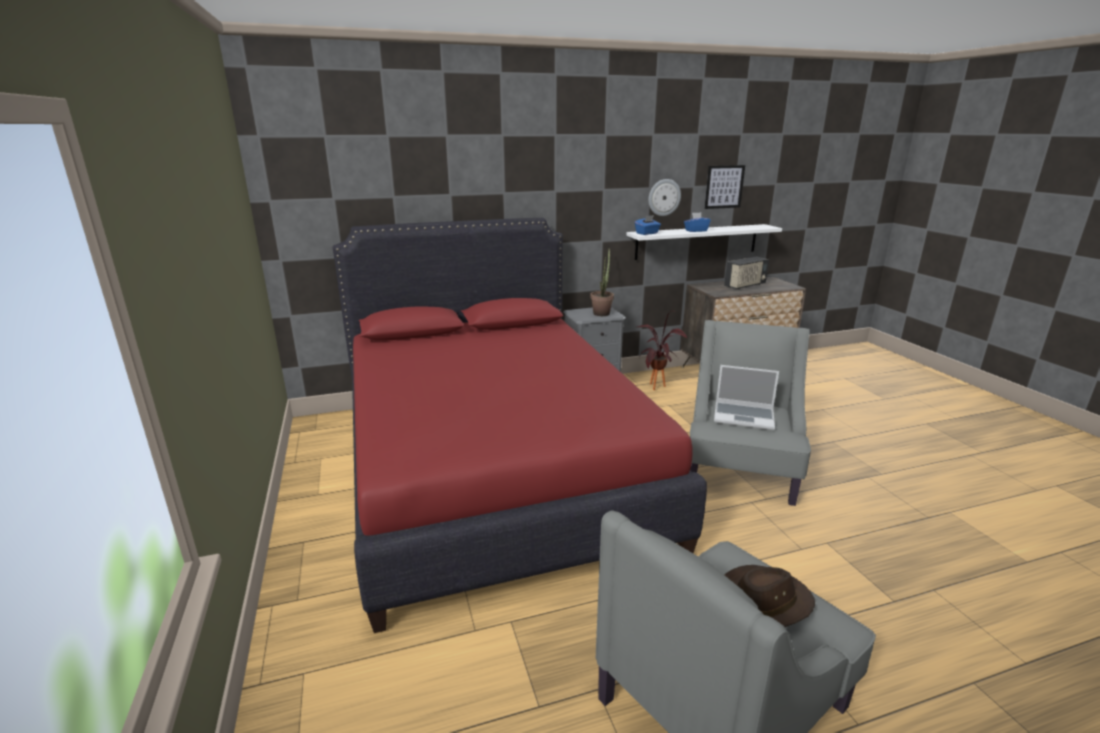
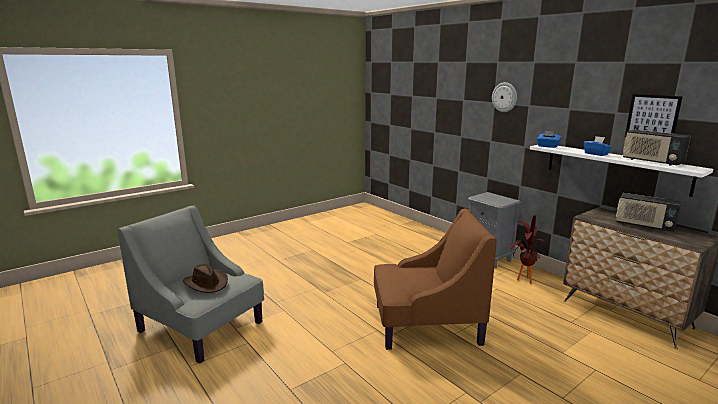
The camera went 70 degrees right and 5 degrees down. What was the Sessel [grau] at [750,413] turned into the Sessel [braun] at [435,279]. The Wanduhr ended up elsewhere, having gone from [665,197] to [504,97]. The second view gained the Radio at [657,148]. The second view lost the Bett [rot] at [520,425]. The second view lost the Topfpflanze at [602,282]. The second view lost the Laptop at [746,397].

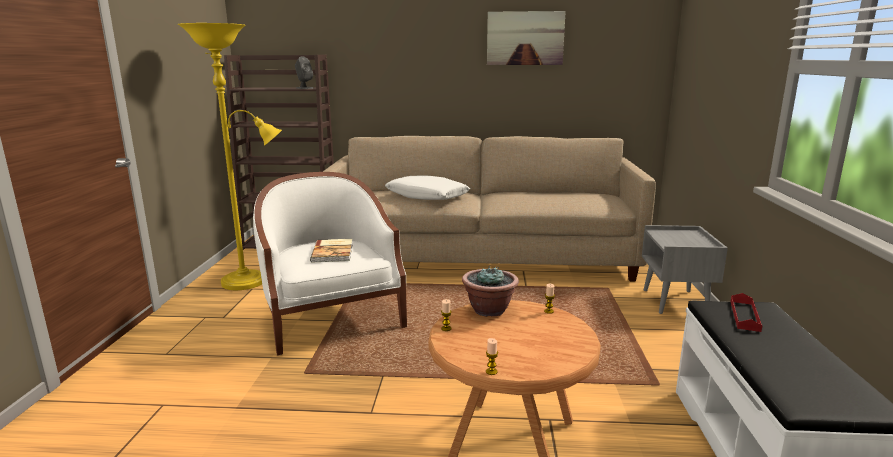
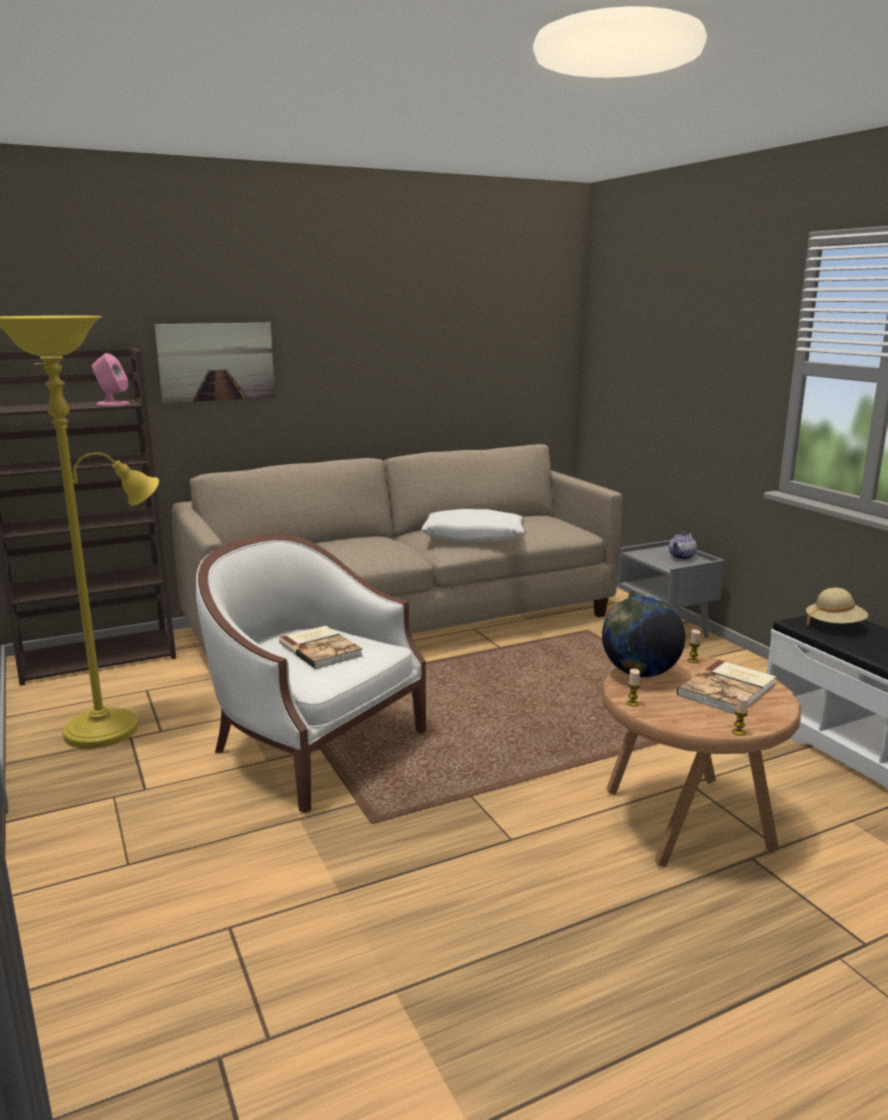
The camera went 30 degrees left and 0 degrees up. What was the Lautsprecher [grau] at [304,72] turned into the Lautsprecher [rosa] at [111,379]. The Bild ended up elsewhere, having gone from [526,38] to [215,363]. The Kissen [weiß] ended up elsewhere, having gone from [427,188] to [473,525]. Where the Topfpflanze stood at [490,291], the Globus came to stand at [643,636]. The second view gained the Teekanne at [683,546]. The second view gained the Buch at [726,687]. Where the Tablett [rot] stood at [746,312], the Hut [beige] came to stand at [837,607].

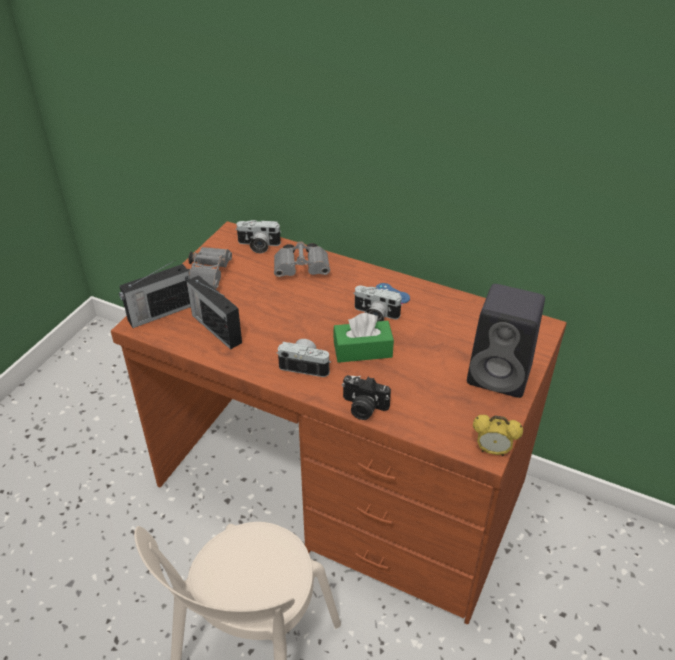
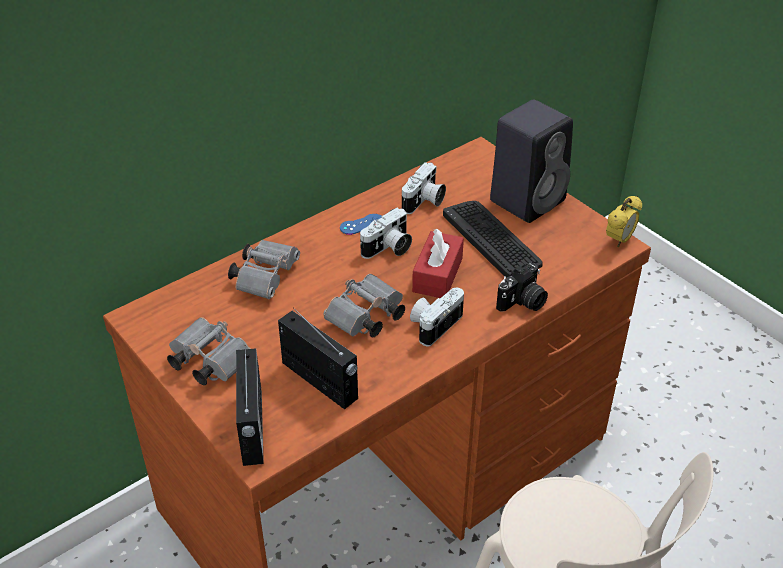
The camera went 65 degrees left and 0 degrees up. The Radio at [214,312] ended up facing another way, 120 degrees counterclockwise from before. The second view gained the Fernglas [grau] at [364,305]. The Kamera ended up elsewhere, having gone from [258,236] to [424,188]. What was the Taschentuchbox [grün] at [363,338] turned into the Taschentuchbox [rot] at [438,263]. The second view gained the Tastatur at [493,239].

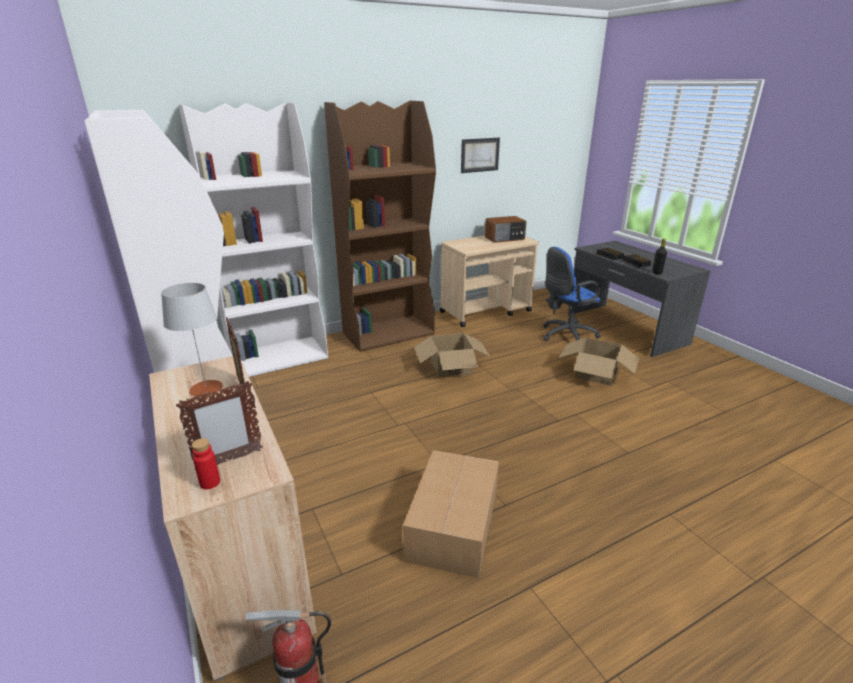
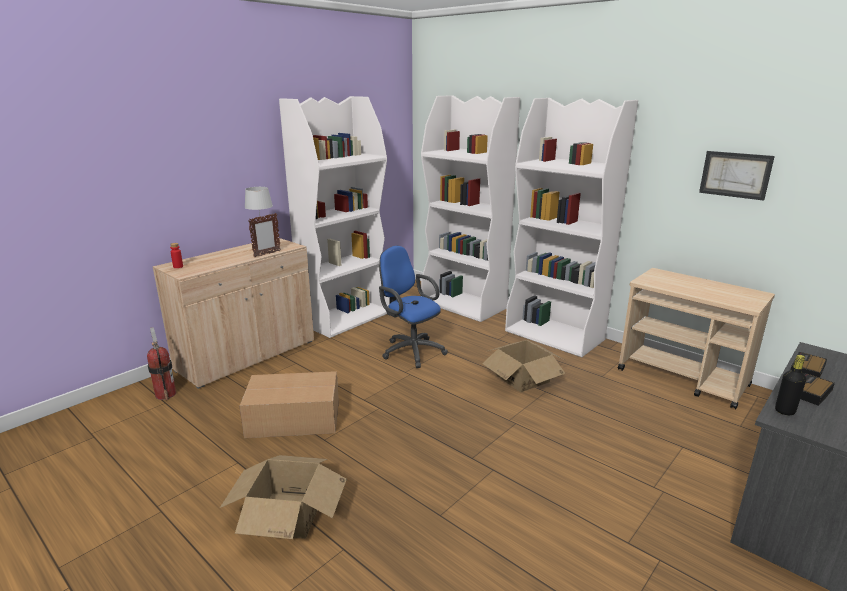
The camera went 70 degrees right and 5 degrees down. The Karton ended up elsewhere, having gone from [599,362] to [283,497]. The Bürostuhl [blau] ended up elsewhere, having gone from [572,294] to [413,306]. What was the Bücherregal [braun] at [380,226] turned into the Bücherregal [weiß] at [571,227]. The second view lost the Bilderrahmen at [219,425]. The second view lost the Radio at [505,229].

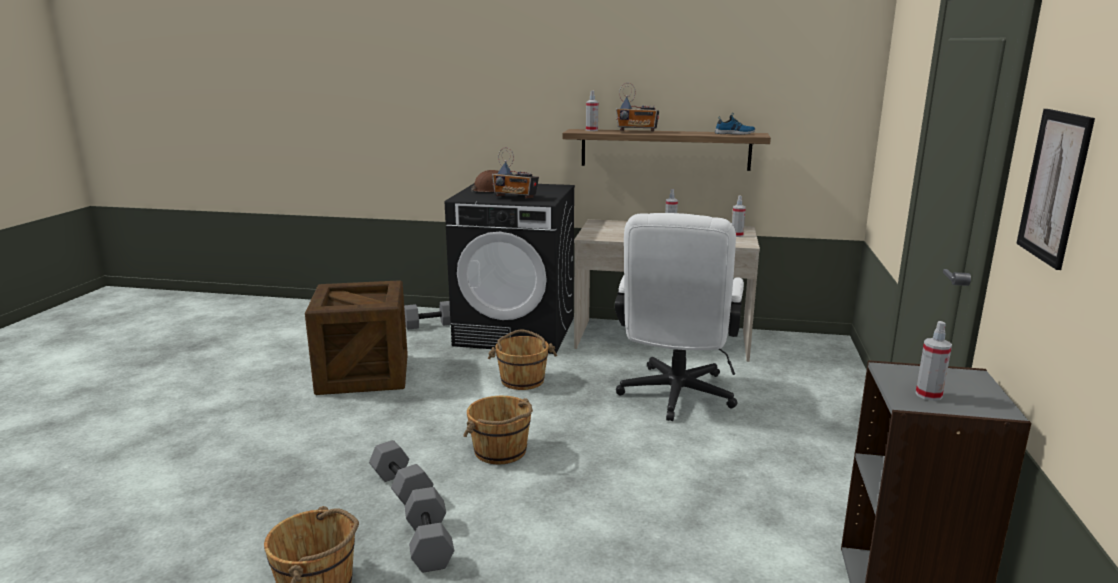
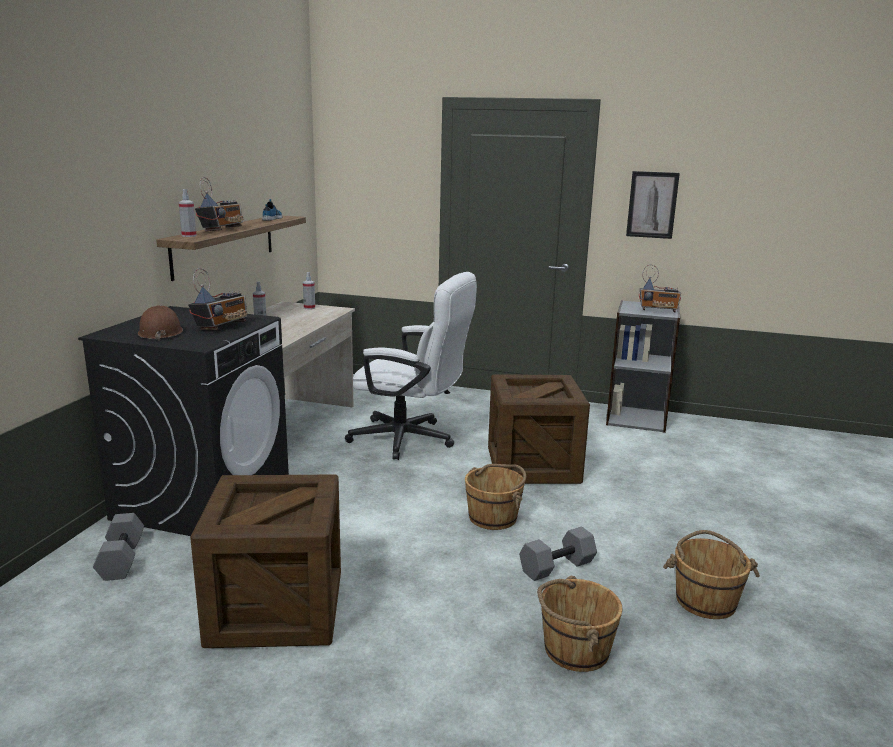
The camera went 85 degrees left and 0 degrees up. The second view gained the Kiste at [539,429]. The Eimer [braun] ended up elsewhere, having gone from [522,359] to [580,624]. Where the Sprühflasche stood at [934,361], the Radio came to stand at [660,288]. The second view lost the Hantel [grau] at [429,530].

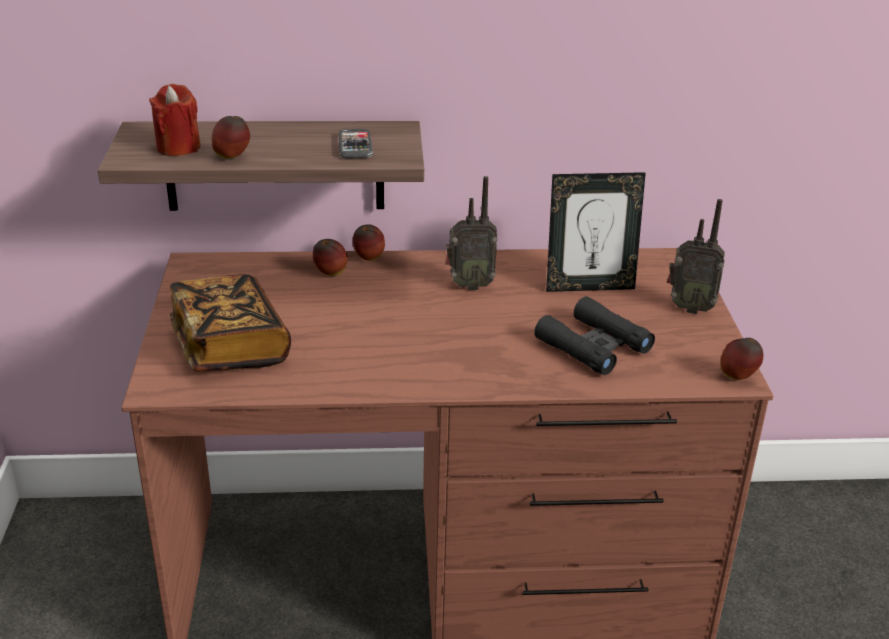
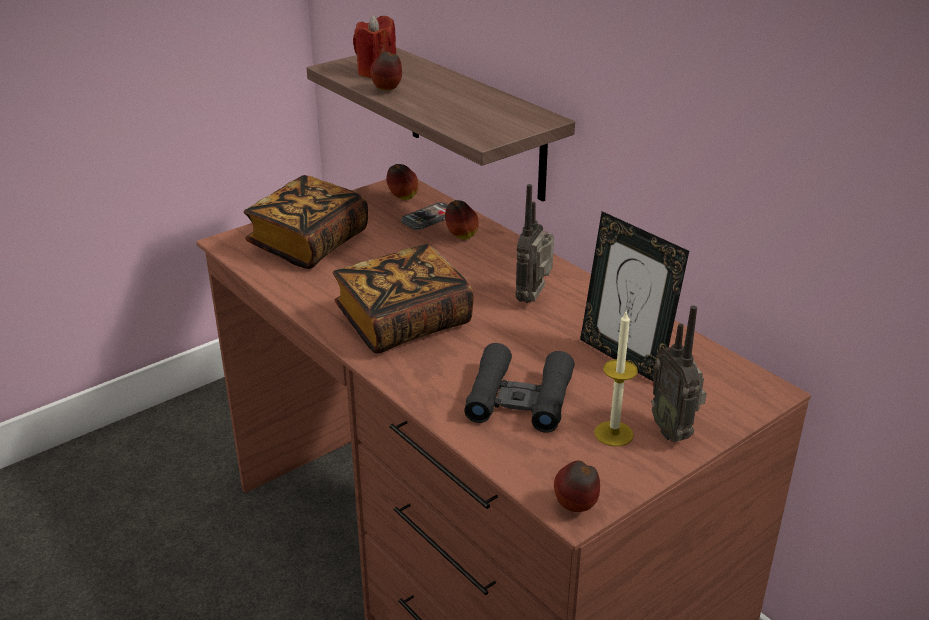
The camera went 55 degrees right and 0 degrees up. The second view gained the Buch at [403,298]. The Apfel ended up elsewhere, having gone from [369,242] to [402,182]. The Handy ended up elsewhere, having gone from [355,144] to [424,216]. The Radio at [471,233] ended up facing another way, 60 degrees clockwise from before. The second view gained the Kerze at [616,378].

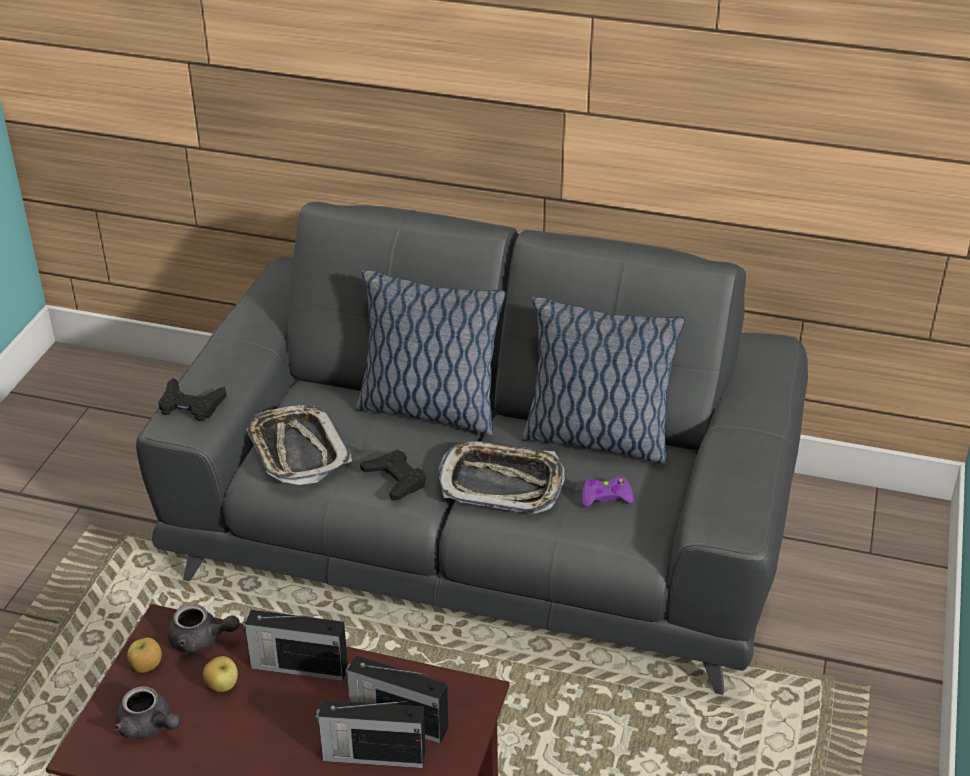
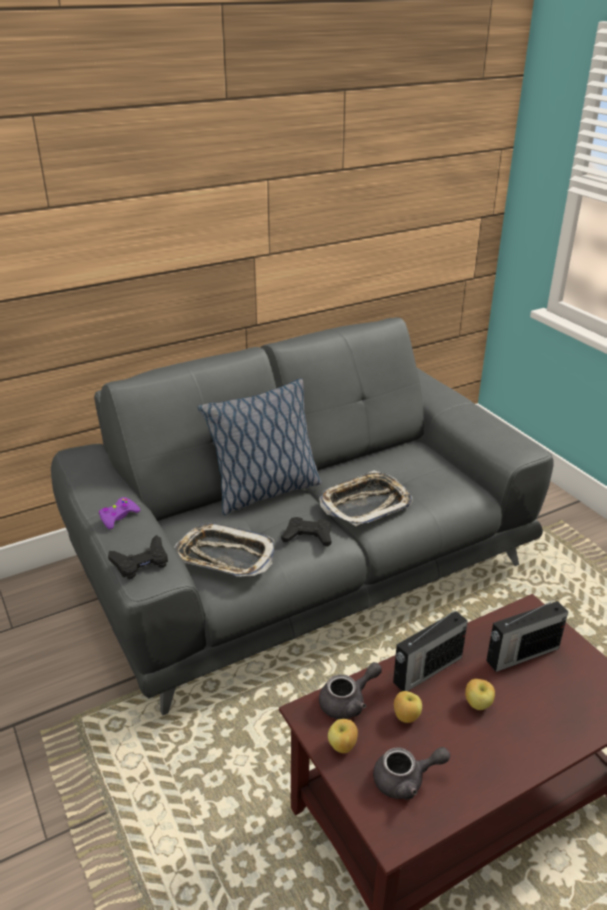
The camera went 45 degrees left and 5 degrees down. The Gamepad [lila] ended up elsewhere, having gone from [608,492] to [119,513]. The second view gained the Apfel at [480,694]. The second view lost the Radio at [370,734]. The second view lost the Kissen at [603,380].

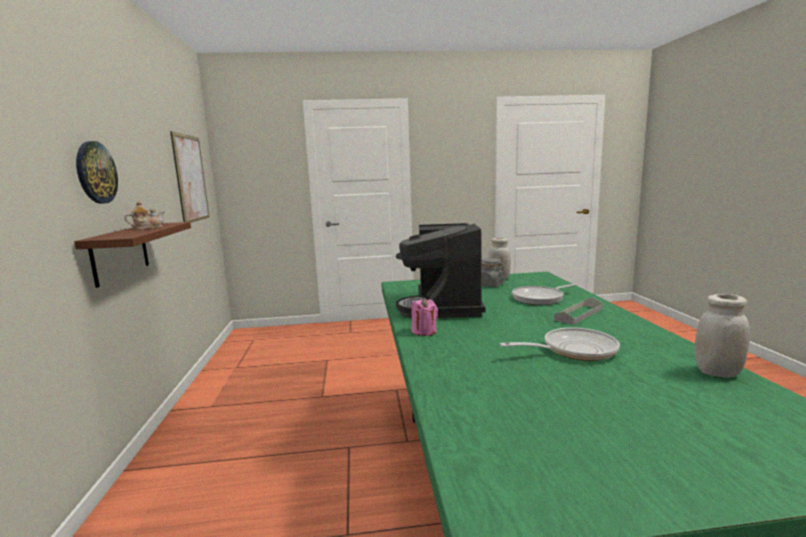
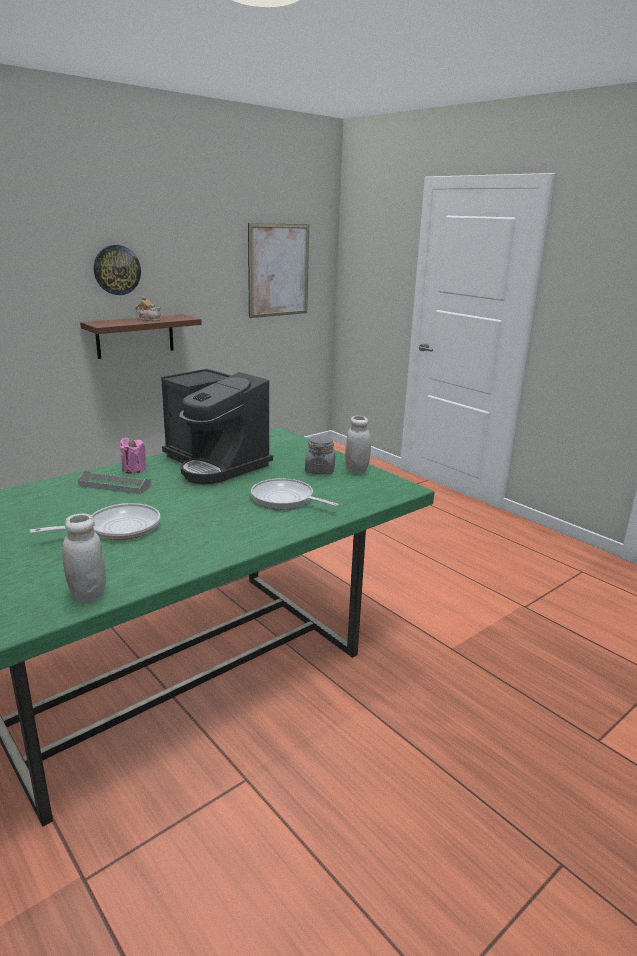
The camera went 55 degrees right and 10 degrees up. The Pfanne at [560,344] ended up facing another way, 75 degrees counterclockwise from before. The Tablett [grau] ended up elsewhere, having gone from [578,311] to [114,482]. The Kaffeemaschine at [440,270] ended up facing another way, 105 degrees counterclockwise from before.

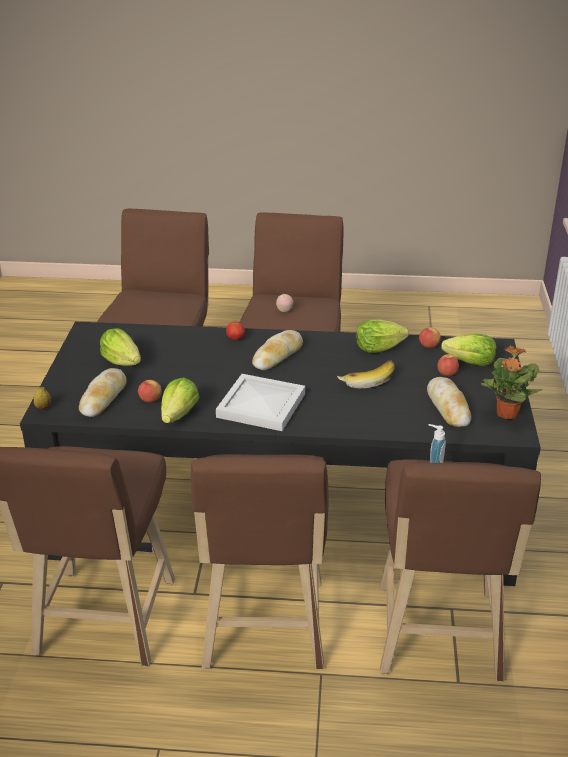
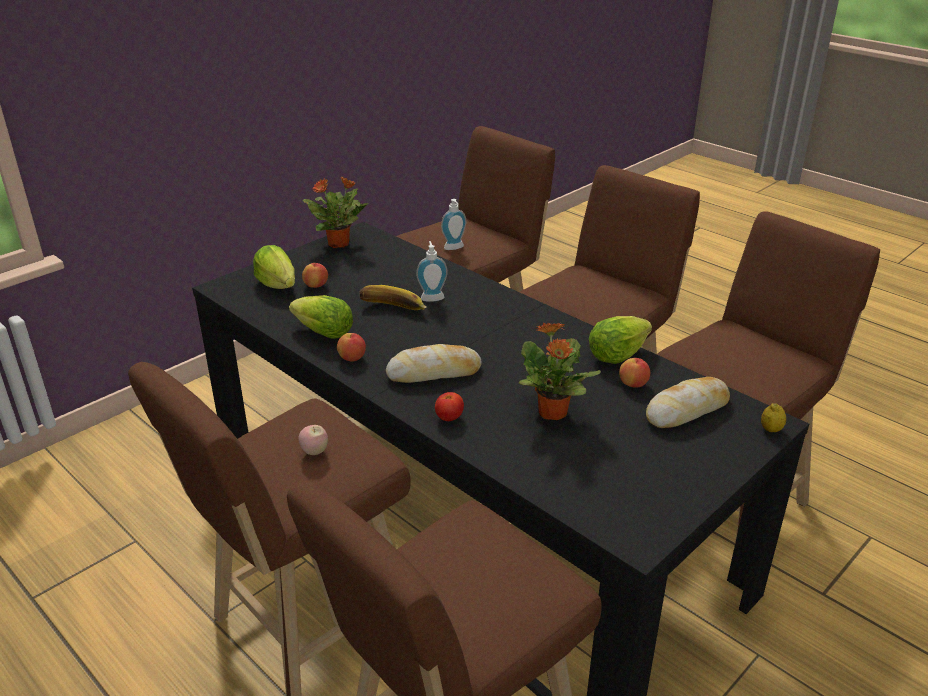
The camera went 140 degrees left and 0 degrees up. The Apfel ended up elsewhere, having gone from [430,337] to [351,347]. The second view gained the Seifenspender at [432,271]. The second view gained the Topfpflanze at [560,371]. The second view lost the Salatkopf at [120,347]. The second view lost the Tablett [weiß] at [260,402]. The second view lost the Brot at [449,402].

